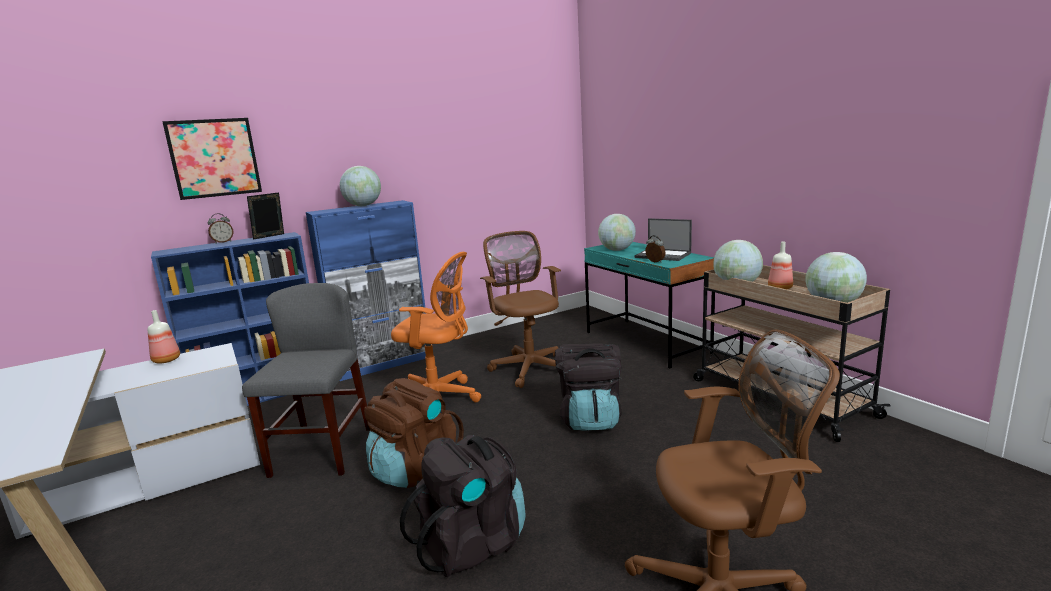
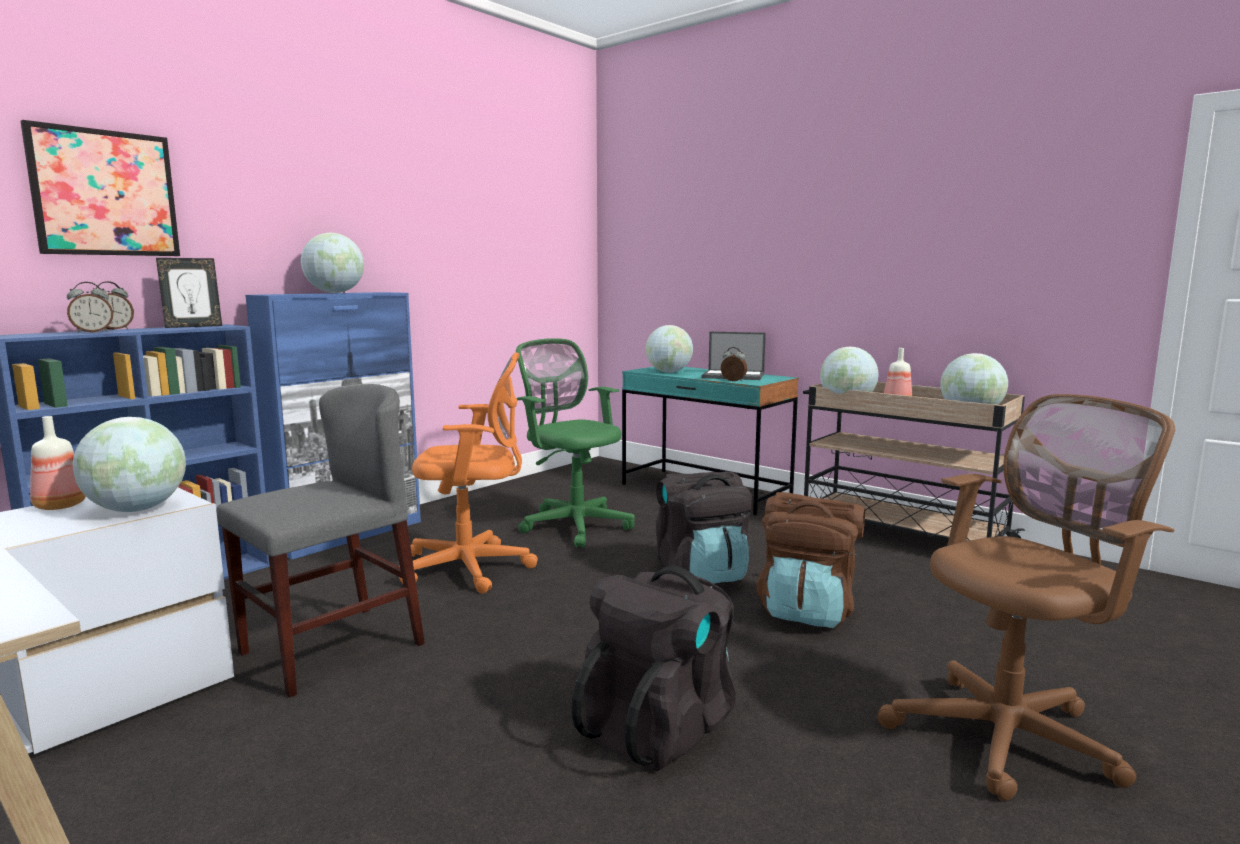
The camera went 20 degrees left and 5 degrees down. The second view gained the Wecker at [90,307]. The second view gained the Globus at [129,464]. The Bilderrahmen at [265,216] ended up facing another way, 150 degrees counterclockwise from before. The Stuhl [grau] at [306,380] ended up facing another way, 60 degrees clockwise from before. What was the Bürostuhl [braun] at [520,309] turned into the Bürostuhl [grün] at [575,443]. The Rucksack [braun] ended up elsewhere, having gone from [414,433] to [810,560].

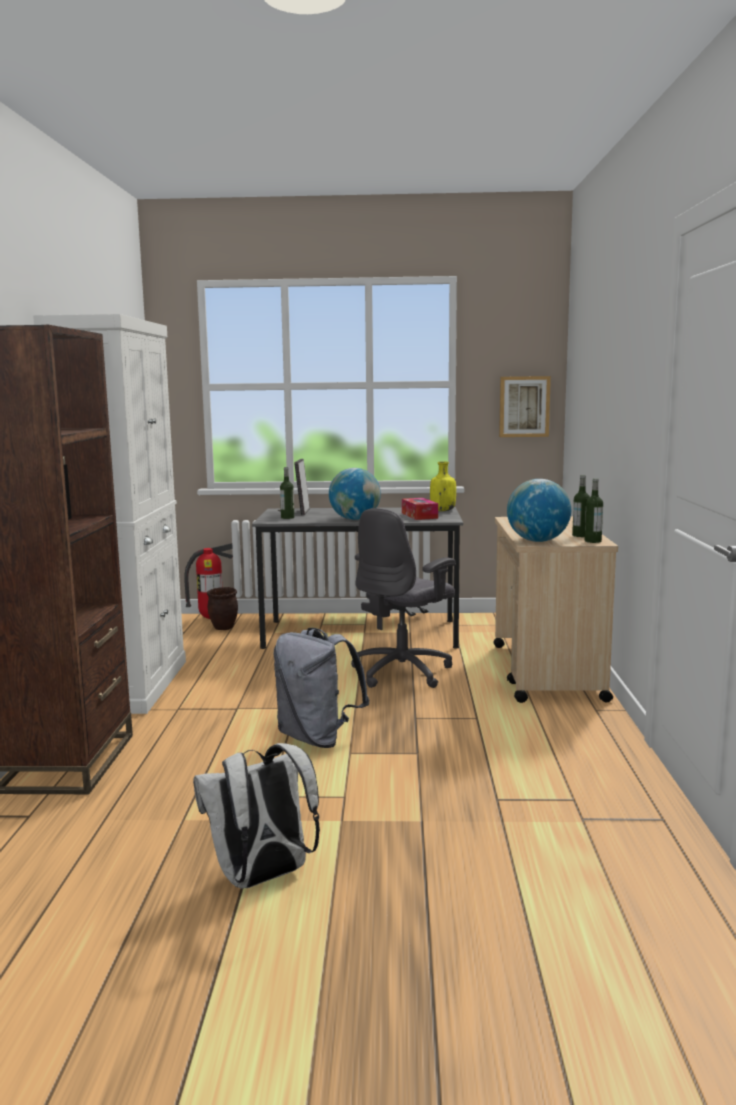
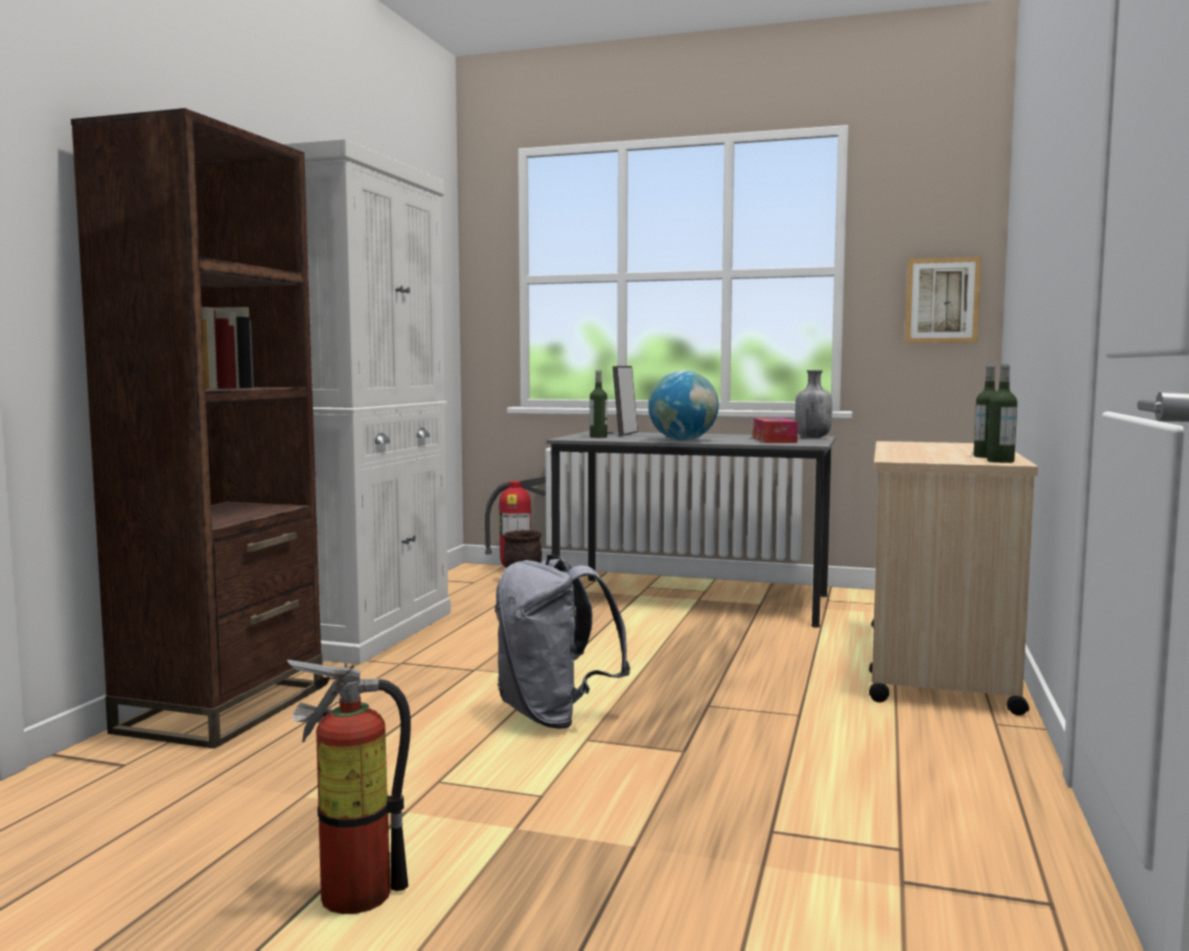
The camera went 15 degrees right and 5 degrees down. Where the Rucksack [weiß] stood at [256,815], the Feuerlöscher came to stand at [349,787]. What was the Flasche [gelb] at [443,486] turned into the Flasche [grau] at [813,404]. The second view lost the Bürostuhl [grau] at [403,598]. The second view lost the Globus at [539,510].

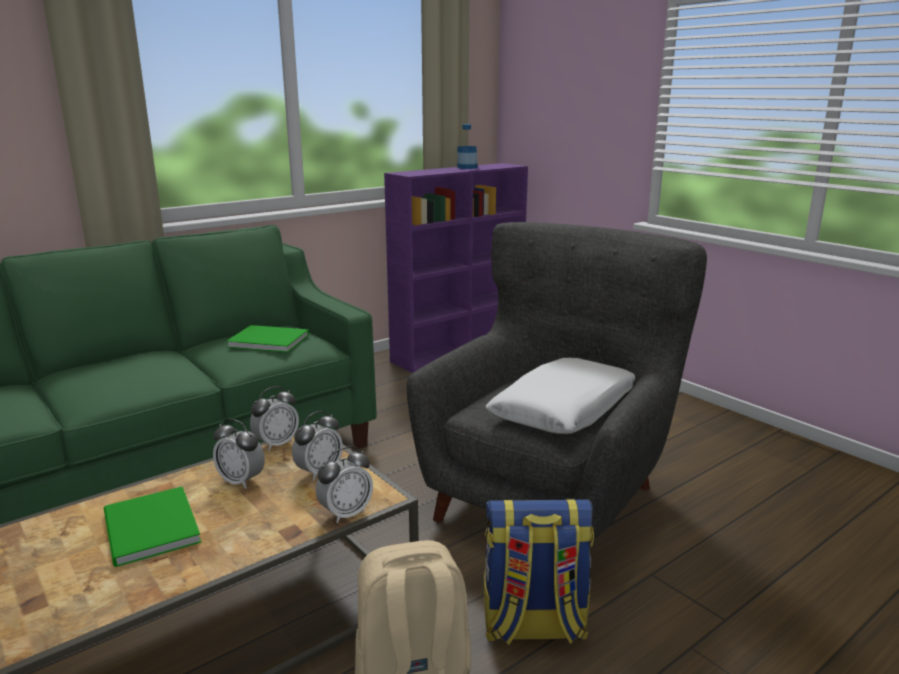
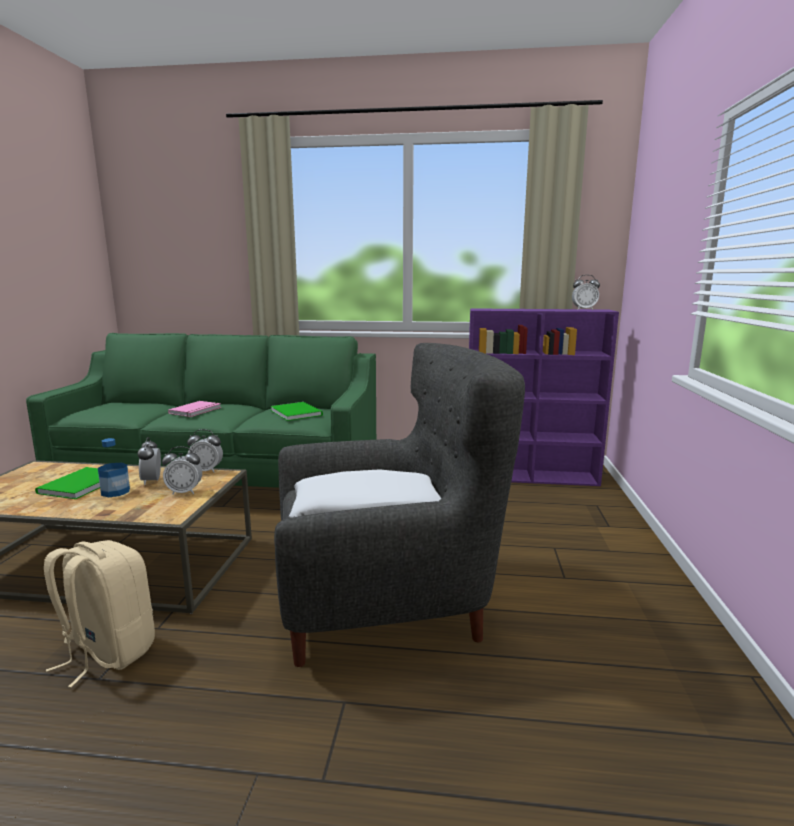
The camera went 45 degrees right and 5 degrees down. The Flasche ended up elsewhere, having gone from [467,146] to [114,467]. The second view gained the Buch [rosa] at [194,409]. The Wecker ended up elsewhere, having gone from [344,484] to [586,292]. The second view lost the Rucksack at [539,571].

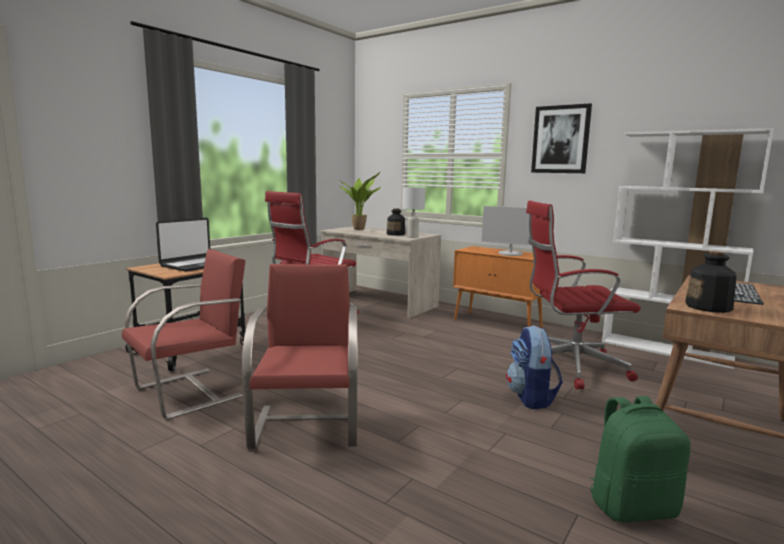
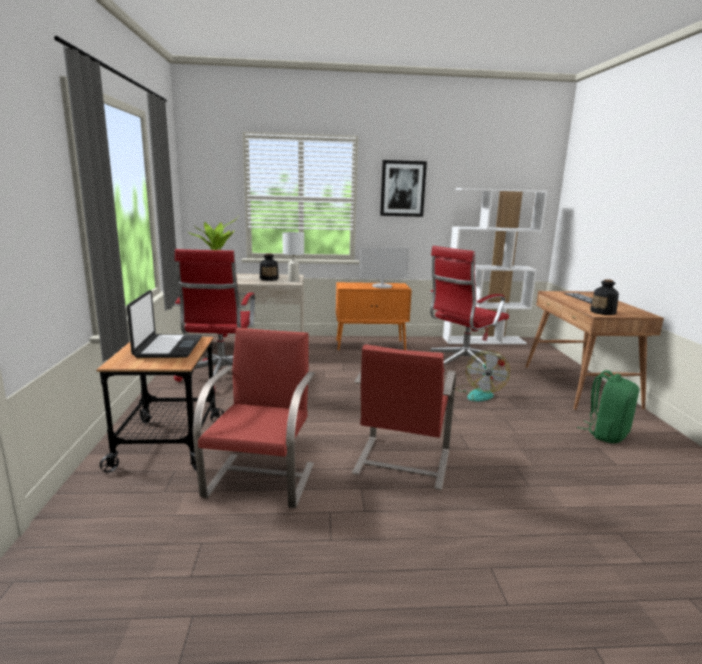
The camera went 40 degrees left and 5 degrees up. The Stuhl [rot] at [299,356] ended up facing another way, 120 degrees counterclockwise from before. Where the Rucksack stood at [534,367], the Ventilator came to stand at [483,376].

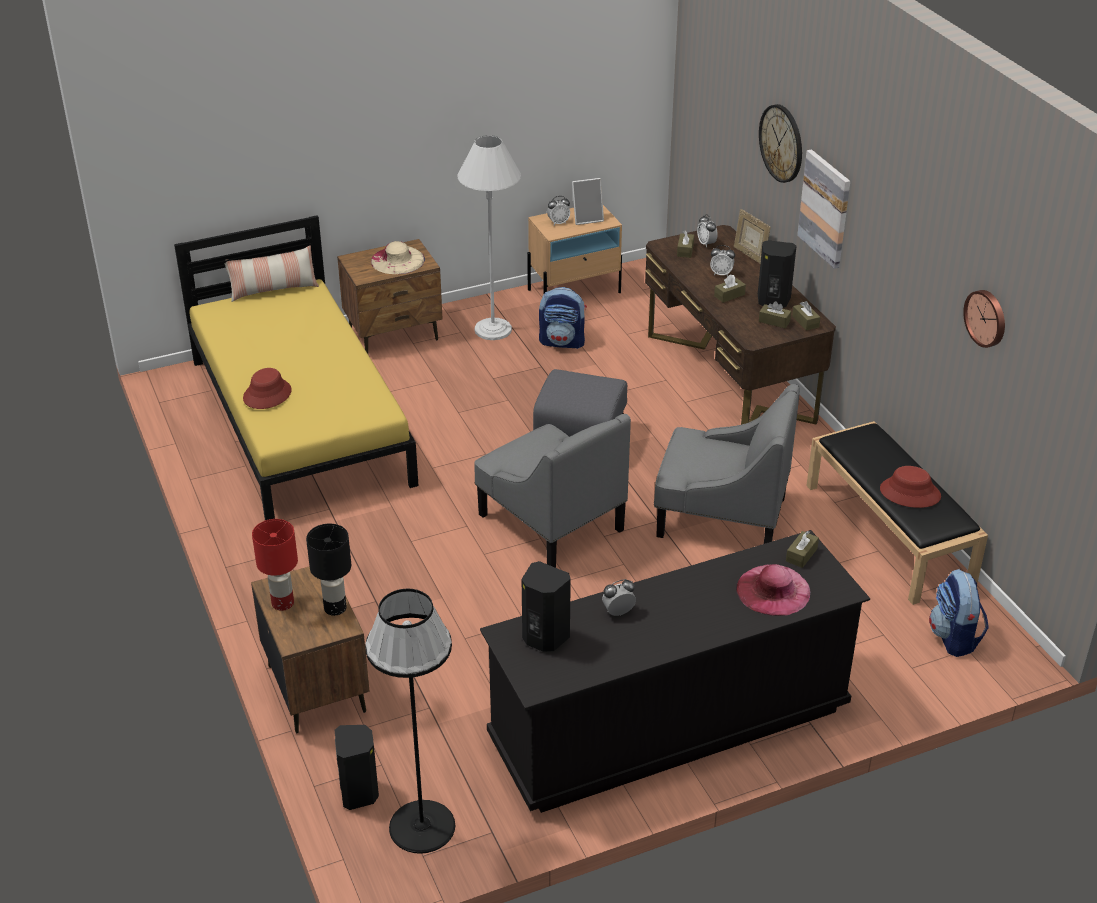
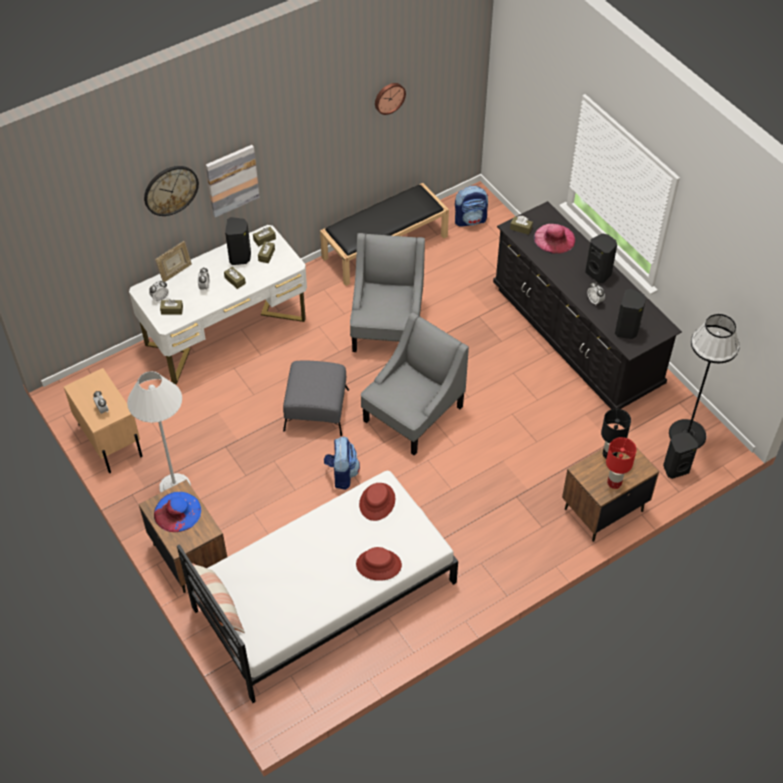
The camera went 100 degrees left and 15 degrees up. What was the Schreibtisch [braun] at [740,325] turned into the Schreibtisch [weiß] at [218,304]. What was the Hut [beige] at [398,257] turned into the Hut [blau] at [177,512]. What was the Bett [gelb] at [296,367] turned into the Bett [weiß] at [317,586]. The Rucksack ended up elsewhere, having gone from [563,318] to [342,463]. The Hut [rot] ended up elsewhere, having gone from [910,487] to [377,502]. The second view gained the Lautsprecher [schwarz] at [601,258]. The second view lost the Bilderrahmen at [588,201].

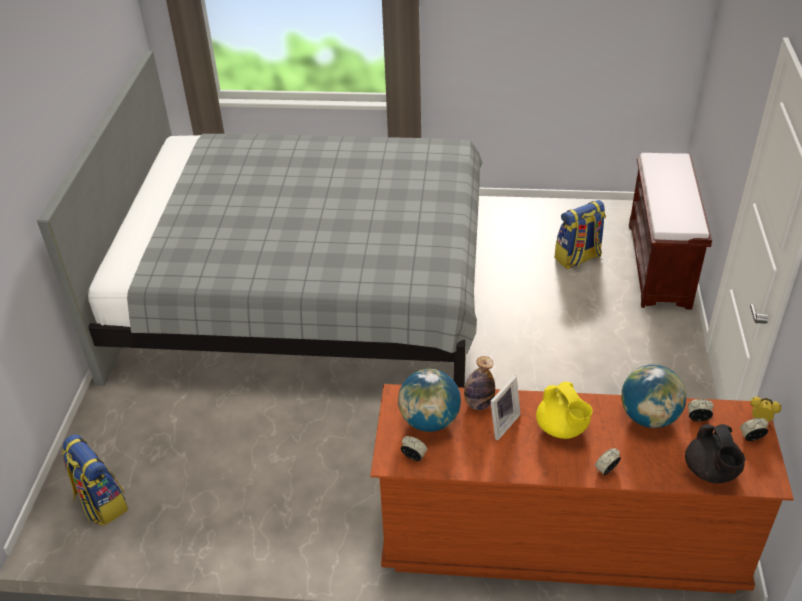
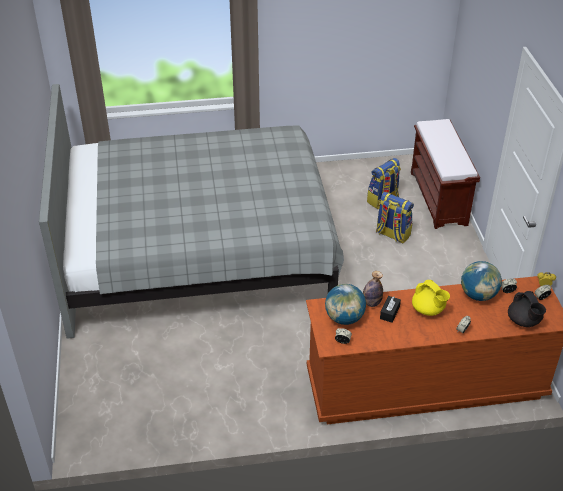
The camera went 15 degrees left and 0 degrees up. The Rucksack ended up elsewhere, having gone from [95,480] to [395,218]. Where the Bilderrahmen stood at [505,407], the Taschentuchbox [schwarz] came to stand at [390,309].

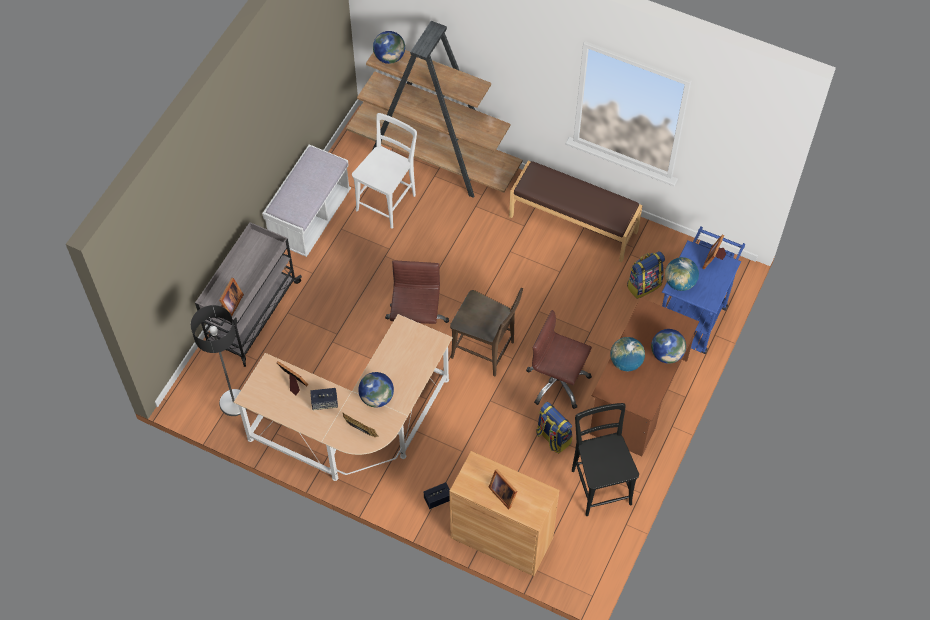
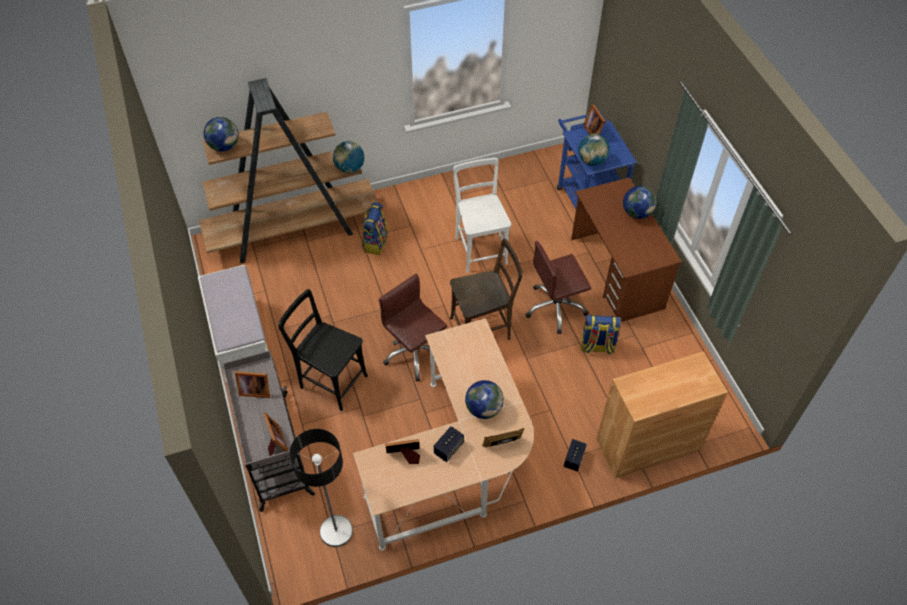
The camera went 45 degrees left and 5 degrees down. The Bilderrahmen ended up elsewhere, having gone from [502,489] to [252,384]. The Stuhl [schwarz] ended up elsewhere, having gone from [605,459] to [323,350]. The Globus ended up elsewhere, having gone from [627,354] to [348,157]. The Rucksack ended up elsewhere, having gone from [646,275] to [375,228]. The Stuhl [weiß] ended up elsewhere, having gone from [384,171] to [482,215]. The second view lost the Bank [braun] at [576,211].

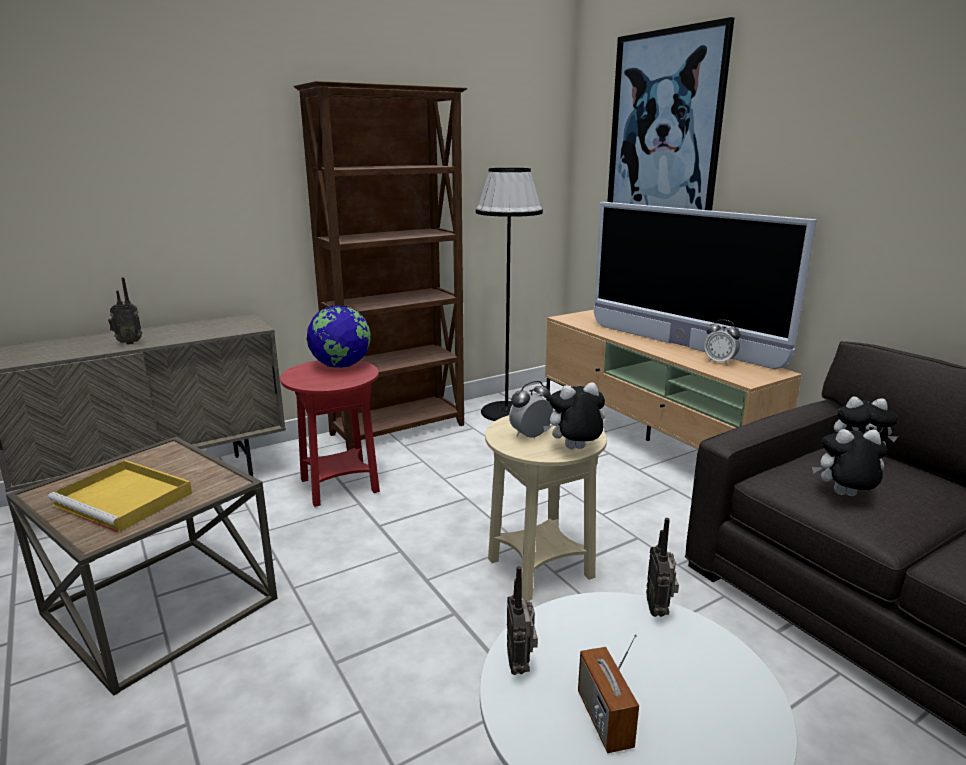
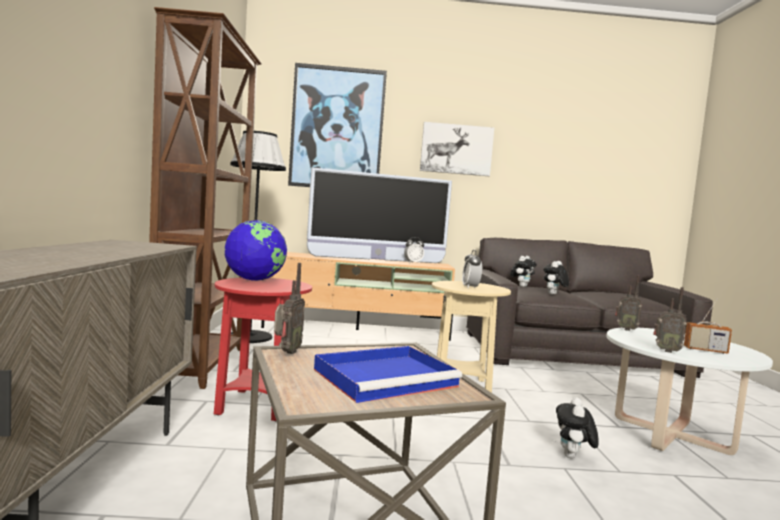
The camera went 60 degrees left and 15 degrees down. The Radio ended up elsewhere, having gone from [125,311] to [289,308]. What was the Tablett [gelb] at [120,496] turned into the Tablett [blau] at [388,374]. The second view gained the Bild at [457,149]. The Plüschtier ended up elsewhere, having gone from [574,415] to [577,427].

